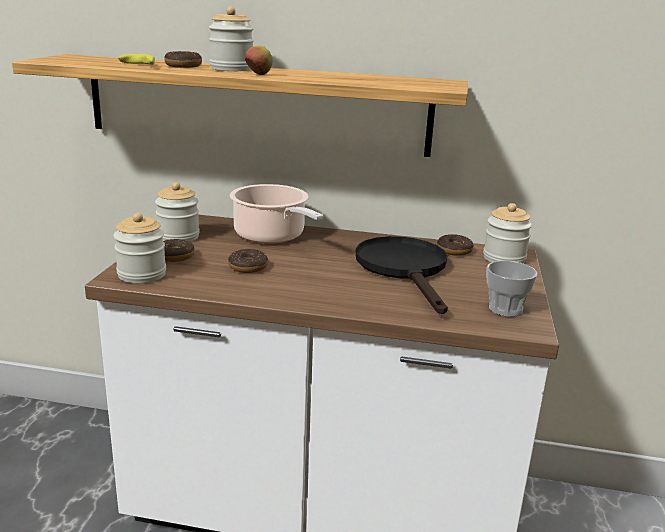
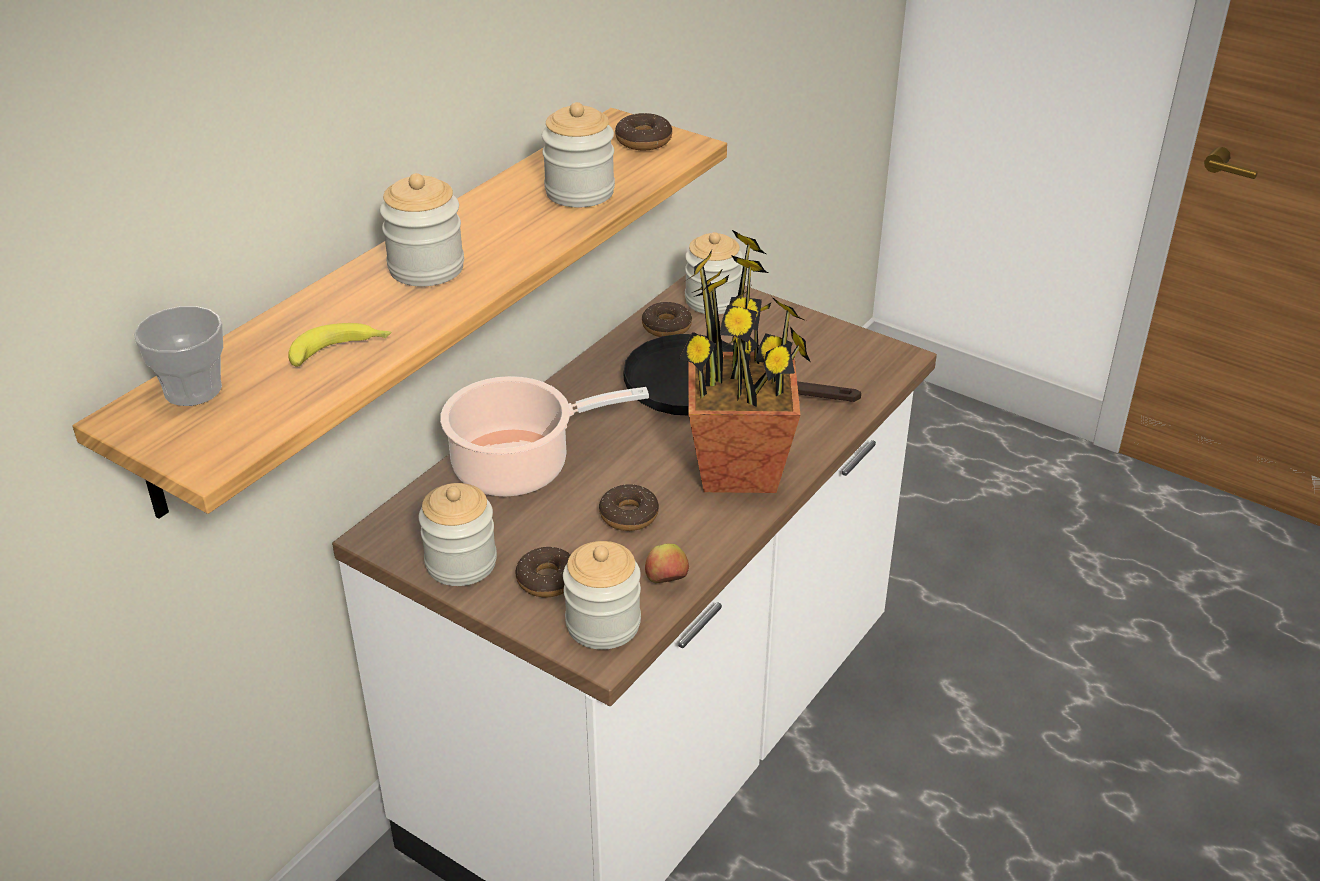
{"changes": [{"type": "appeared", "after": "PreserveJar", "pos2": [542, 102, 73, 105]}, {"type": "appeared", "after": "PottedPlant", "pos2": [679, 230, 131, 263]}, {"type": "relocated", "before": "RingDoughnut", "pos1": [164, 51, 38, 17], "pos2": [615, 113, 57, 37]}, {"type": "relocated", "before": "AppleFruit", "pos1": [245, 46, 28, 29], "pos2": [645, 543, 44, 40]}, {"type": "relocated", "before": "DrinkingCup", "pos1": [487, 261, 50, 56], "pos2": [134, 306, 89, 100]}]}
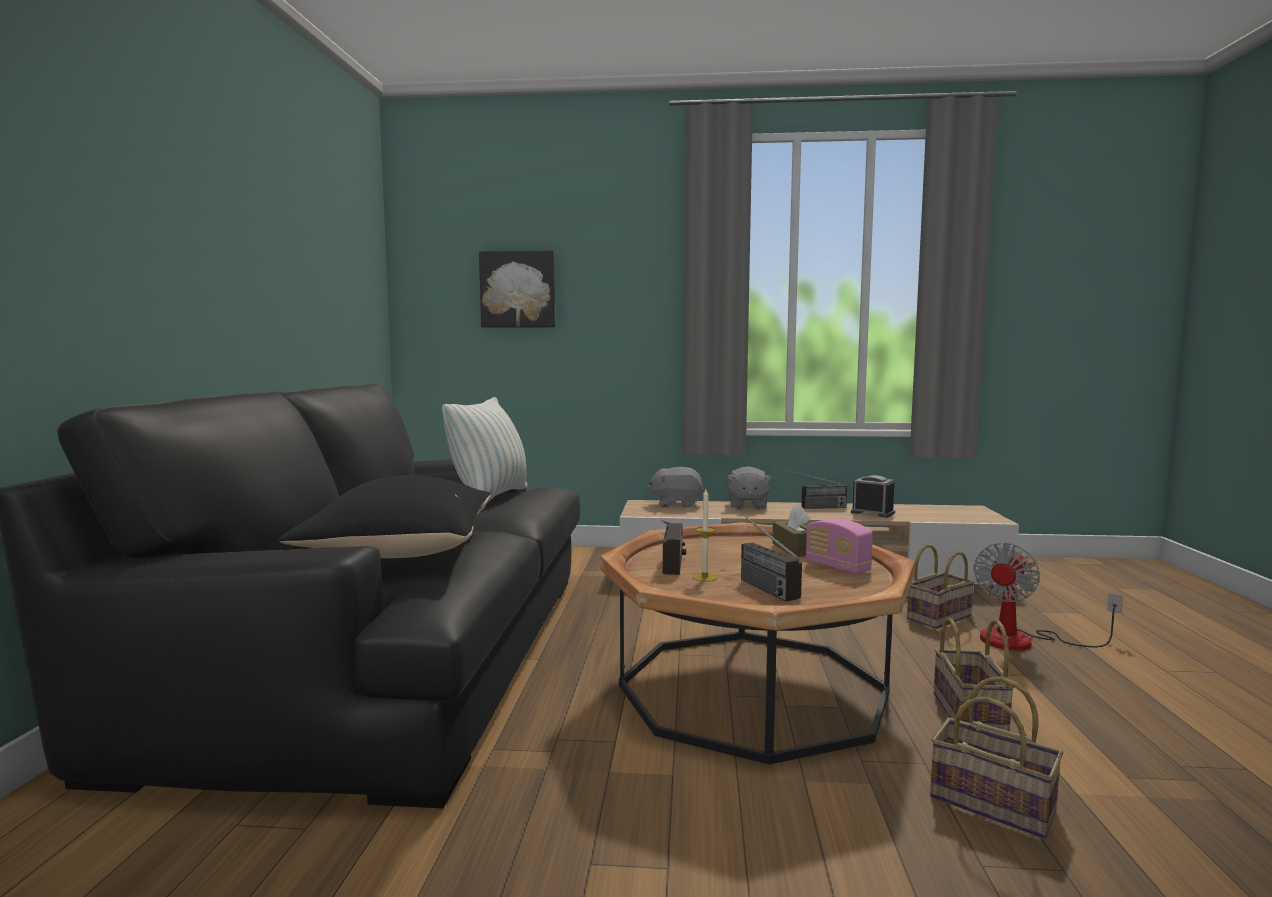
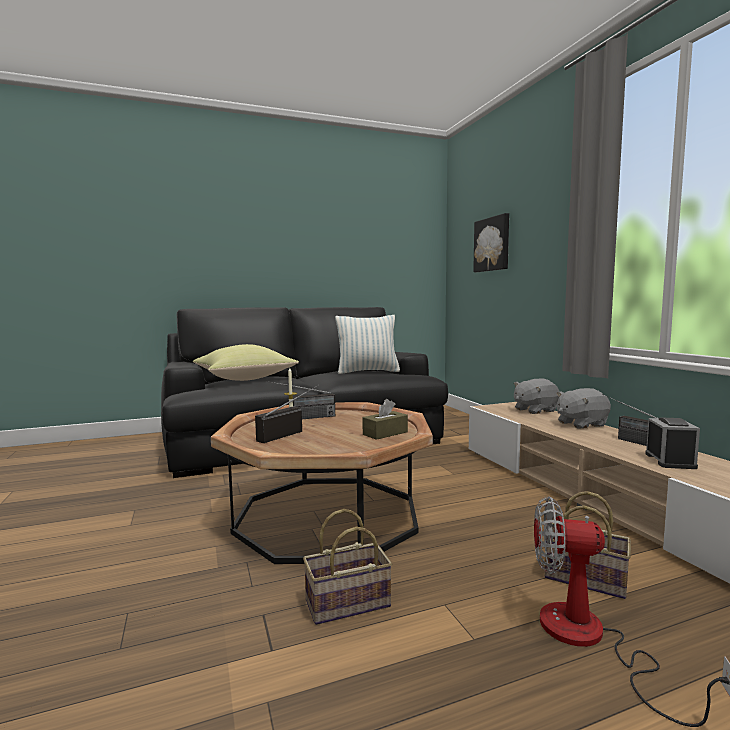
{"changes": [{"type": "missing", "before": "RadioReceiver", "pos1": [806, 518, 67, 56]}, {"type": "missing", "before": "Basket", "pos1": [930, 676, 133, 163]}, {"type": "colour", "before": "BlackColouredThrowPillow", "after": "YellowColouredThrowPillow", "pos1": [279, 475, 212, 83], "pos2": [193, 344, 106, 37]}, {"type": "spun", "before": "GreyishCuddlyToy", "pos1": [646, 467, 58, 41], "pos2": [514, 378, 45, 36], "turn": -90}]}
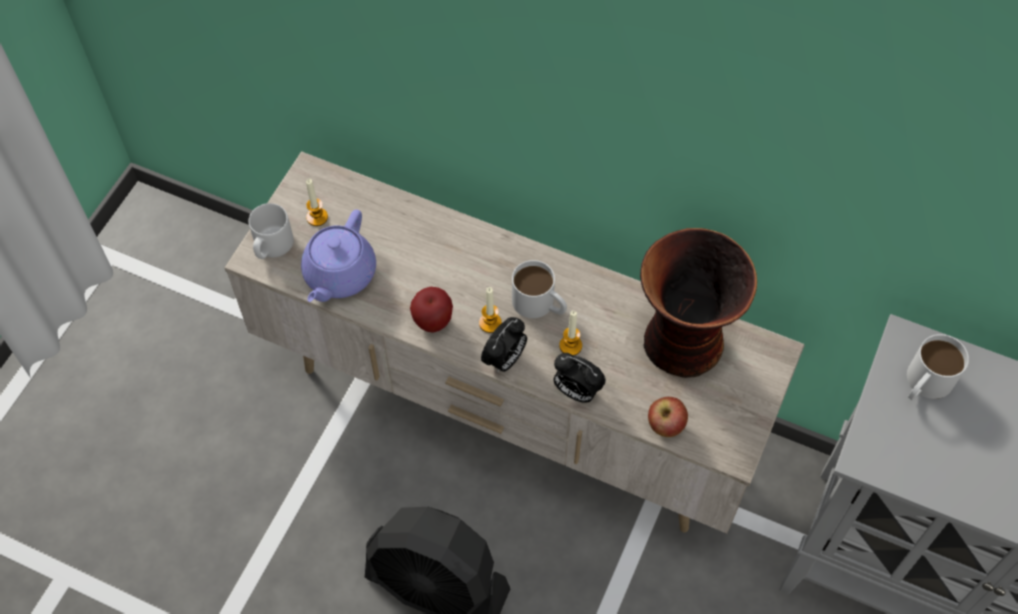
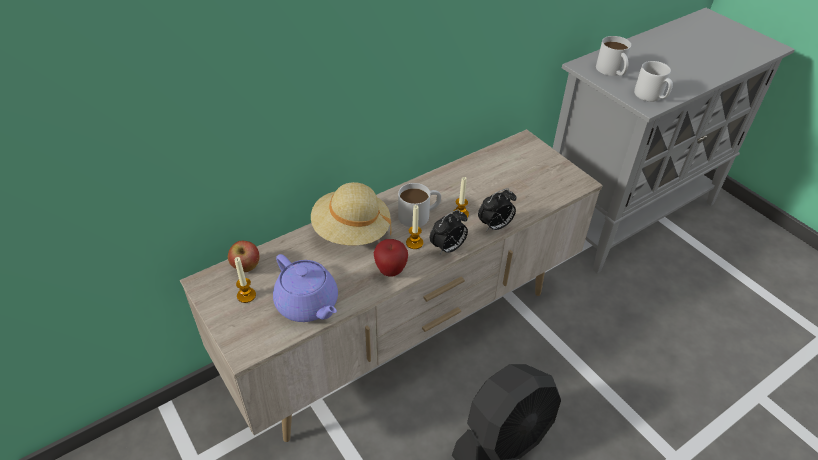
{"changes": [{"type": "missing", "before": "Vase", "pos1": [640, 228, 117, 150]}, {"type": "appeared", "after": "BeigeColouredHat", "pos2": [311, 182, 81, 63]}, {"type": "relocated", "before": "GreyishCoffeeMug", "pos1": [249, 203, 44, 56], "pos2": [634, 61, 39, 41]}, {"type": "relocated", "before": "AppleFruit", "pos1": [648, 397, 40, 40], "pos2": [228, 241, 31, 31]}, {"type": "spun", "before": "BedsideClock", "pos1": [481, 317, 46, 56], "pos2": [430, 210, 38, 44], "turn": 75}]}
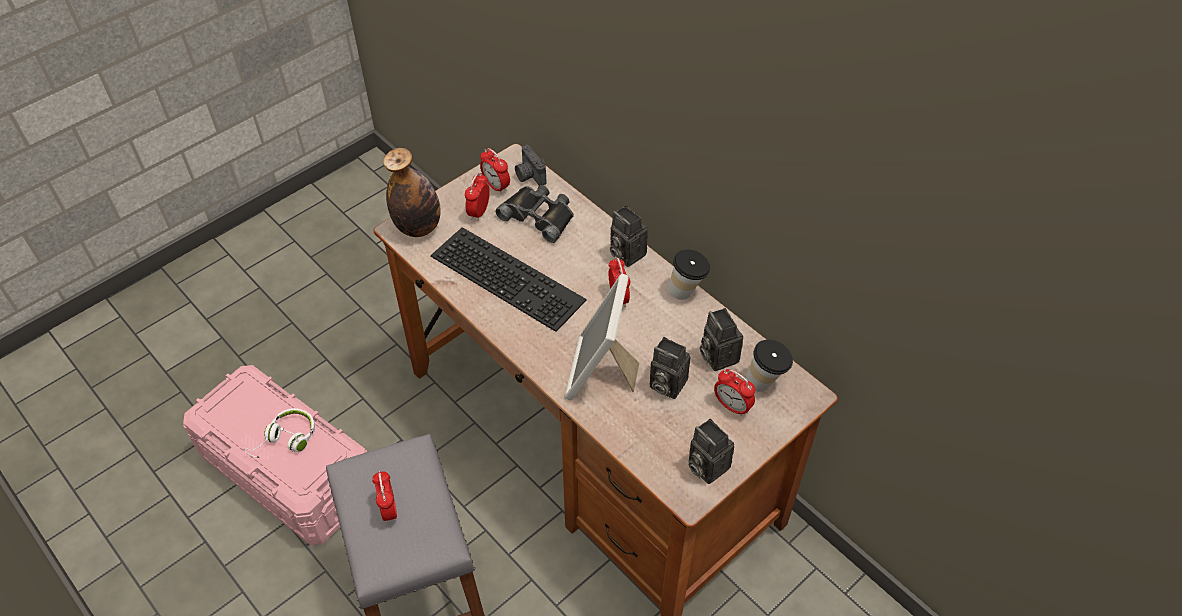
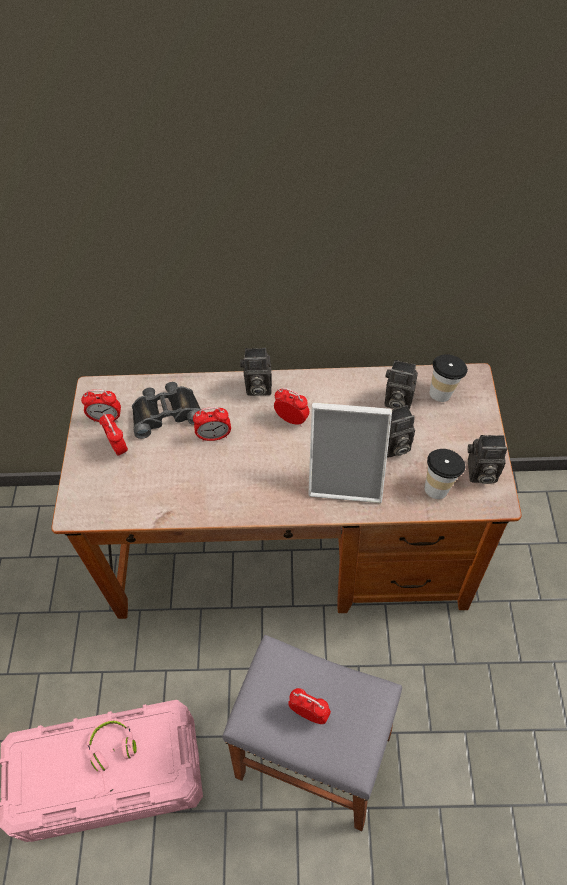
{"changes": [{"type": "missing", "before": "BeverageBottle", "pos1": [383, 148, 58, 89]}, {"type": "missing", "before": "PcKeyboard", "pos1": [431, 227, 155, 105]}, {"type": "missing", "before": "PhotoCamera", "pos1": [515, 145, 31, 40]}, {"type": "relocated", "before": "DrinkingCup", "pos1": [668, 249, 42, 51], "pos2": [425, 449, 40, 50]}, {"type": "relocated", "before": "BedsideClock", "pos1": [714, 369, 41, 47], "pos2": [193, 407, 38, 34]}, {"type": "colour", "before": "WhiteColouredPairOfHeadphones", "after": "PinkPairOfHeadphones", "pos1": [244, 408, 71, 50], "pos2": [87, 719, 50, 79]}, {"type": "spun", "before": "StandingFrame", "pos1": [565, 274, 74, 126], "pos2": [308, 403, 84, 100], "turn": -45}]}
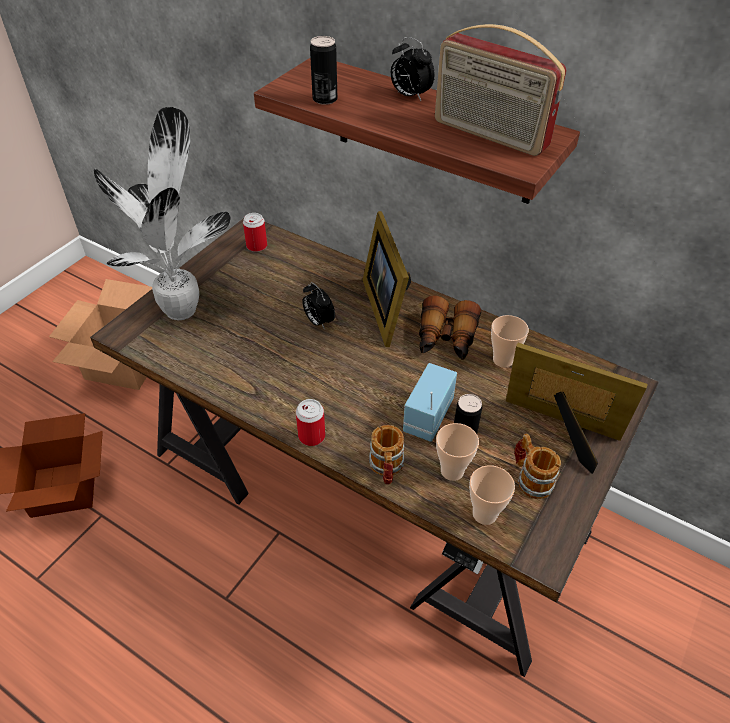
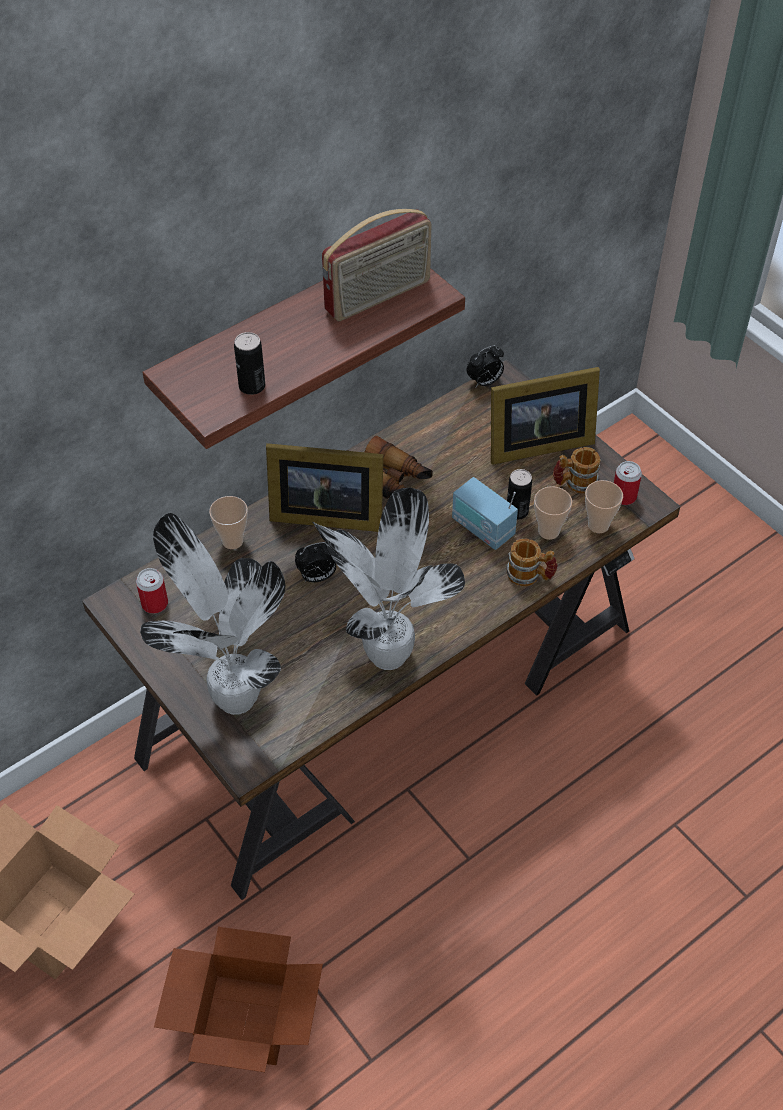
{"changes": [{"type": "appeared", "after": "PottedPlant", "pos2": [313, 488, 152, 182]}, {"type": "relocated", "before": "Can", "pos1": [296, 399, 29, 47], "pos2": [614, 461, 28, 44]}, {"type": "relocated", "before": "BedsideClock", "pos1": [391, 37, 44, 64], "pos2": [467, 345, 37, 43]}, {"type": "relocated", "before": "DrinkingCup", "pos1": [491, 315, 38, 52], "pos2": [209, 496, 39, 53]}, {"type": "spun", "before": "StandingFrame", "pos1": [506, 343, 142, 131], "pos2": [491, 367, 109, 98], "turn": -150}]}
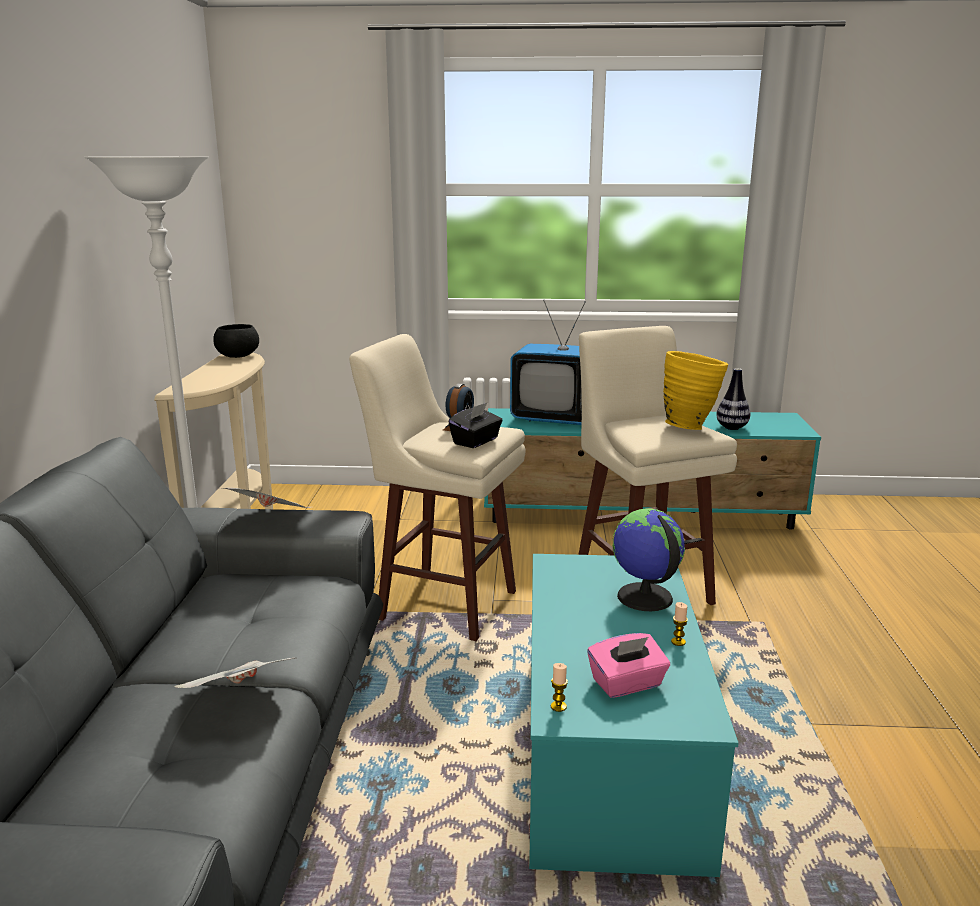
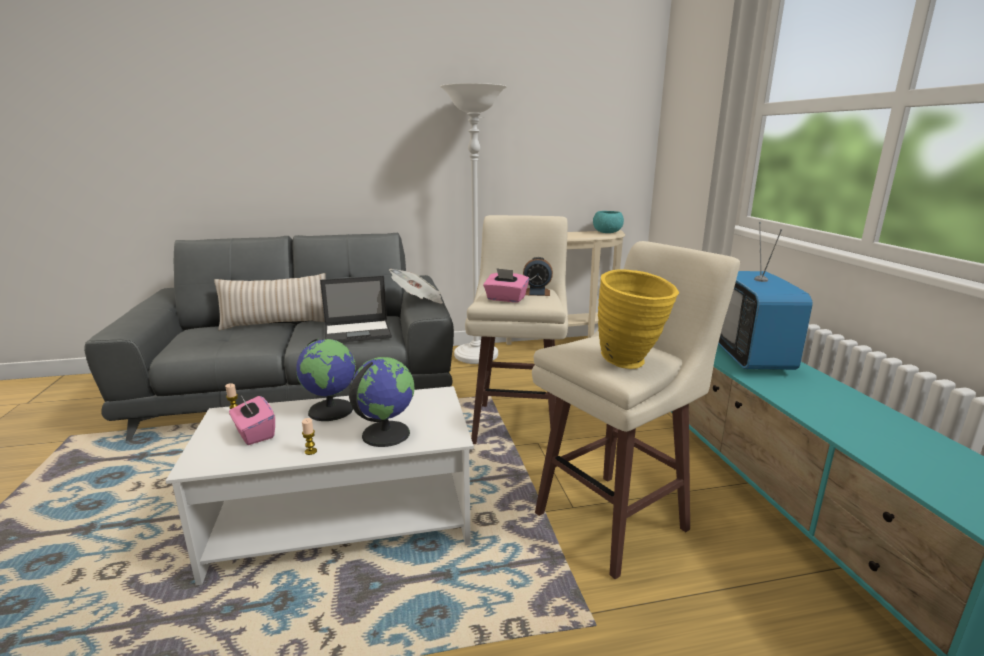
{"changes": [{"type": "missing", "before": "Newspaper", "pos1": [174, 658, 121, 30]}, {"type": "missing", "before": "Vase", "pos1": [716, 368, 34, 62]}, {"type": "appeared", "after": "BeigeColouredThrowPillow", "pos2": [214, 273, 112, 57]}, {"type": "appeared", "after": "Globe", "pos2": [296, 339, 60, 82]}, {"type": "appeared", "after": "PortableComputer", "pos2": [320, 276, 72, 67]}, {"type": "colour", "before": "BlackColouredDeepDish", "after": "TurquoiseColouredDeepDish", "pos1": [213, 324, 46, 34], "pos2": [593, 211, 31, 22]}, {"type": "colour", "before": "BlackColouredBoxOfTissues", "after": "PinkBoxOfTissues", "pos1": [448, 403, 55, 45], "pos2": [483, 268, 46, 35]}, {"type": "colour", "before": "TurquoiseColouredLoungeTable", "after": "WhiteColouredLoungeTable", "pos1": [529, 554, 210, 323], "pos2": [165, 386, 309, 199]}]}
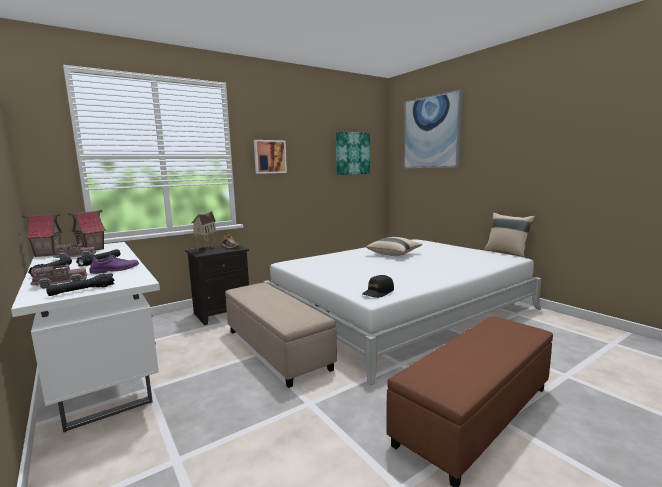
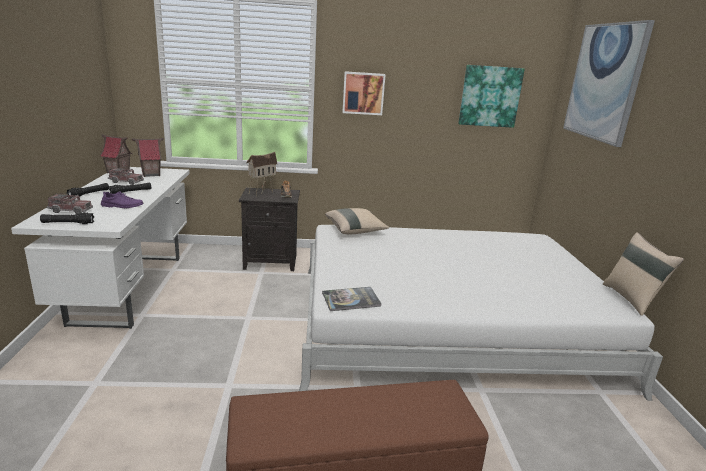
{"changes": [{"type": "missing", "before": "BeigeColouredFootrest", "pos1": [225, 283, 112, 105]}, {"type": "relocated", "before": "BeigeColouredThrowPillow", "pos1": [366, 237, 56, 19], "pos2": [325, 208, 64, 26]}, {"type": "exchanged", "before": "BlackColouredBaseballCap", "after": "Book", "pos1": [362, 275, 32, 23], "pos2": [322, 287, 59, 24]}]}
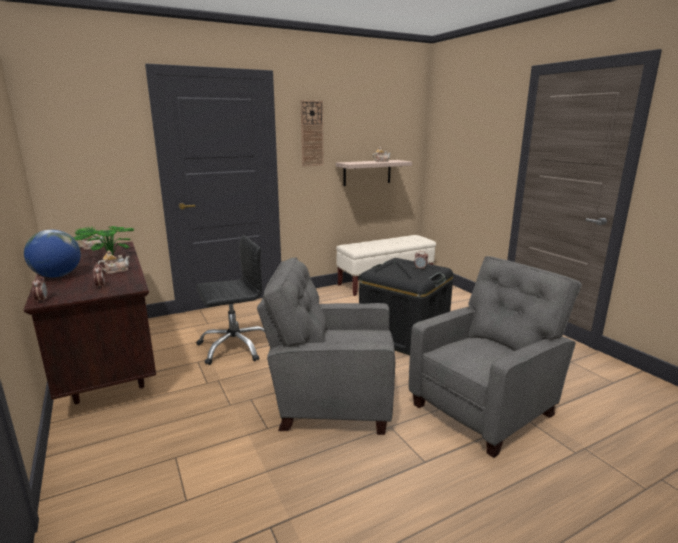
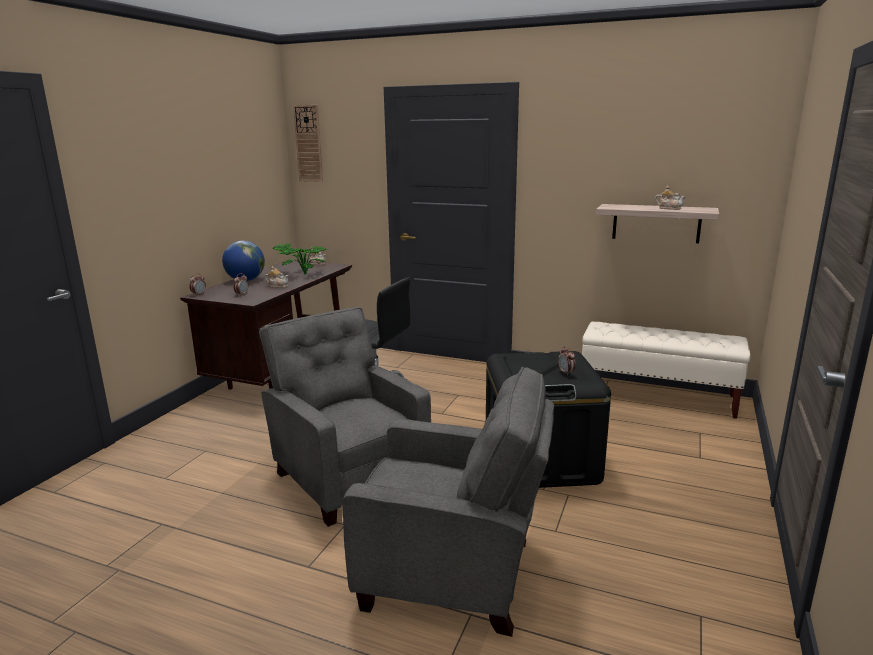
{"changes": [{"type": "relocated", "before": "HangingClock", "pos1": [301, 100, 23, 66], "pos2": [293, 105, 30, 77]}]}
